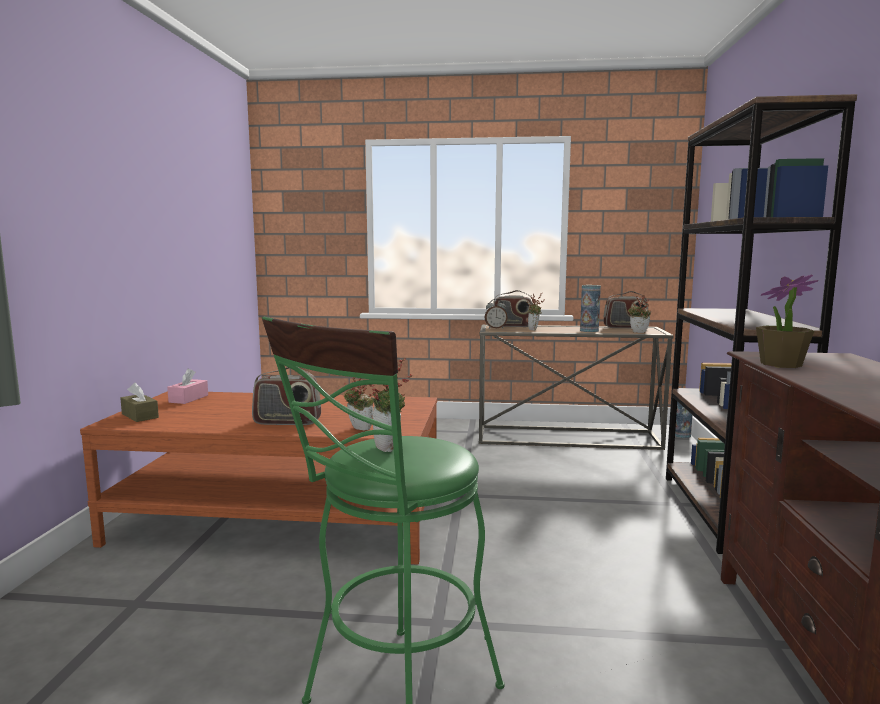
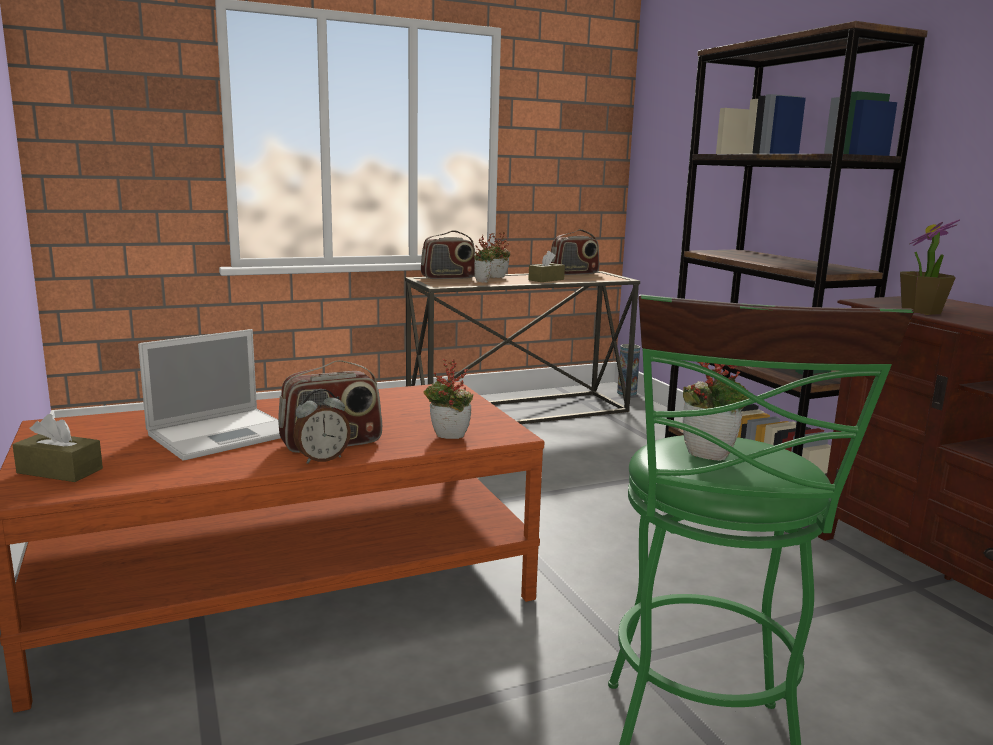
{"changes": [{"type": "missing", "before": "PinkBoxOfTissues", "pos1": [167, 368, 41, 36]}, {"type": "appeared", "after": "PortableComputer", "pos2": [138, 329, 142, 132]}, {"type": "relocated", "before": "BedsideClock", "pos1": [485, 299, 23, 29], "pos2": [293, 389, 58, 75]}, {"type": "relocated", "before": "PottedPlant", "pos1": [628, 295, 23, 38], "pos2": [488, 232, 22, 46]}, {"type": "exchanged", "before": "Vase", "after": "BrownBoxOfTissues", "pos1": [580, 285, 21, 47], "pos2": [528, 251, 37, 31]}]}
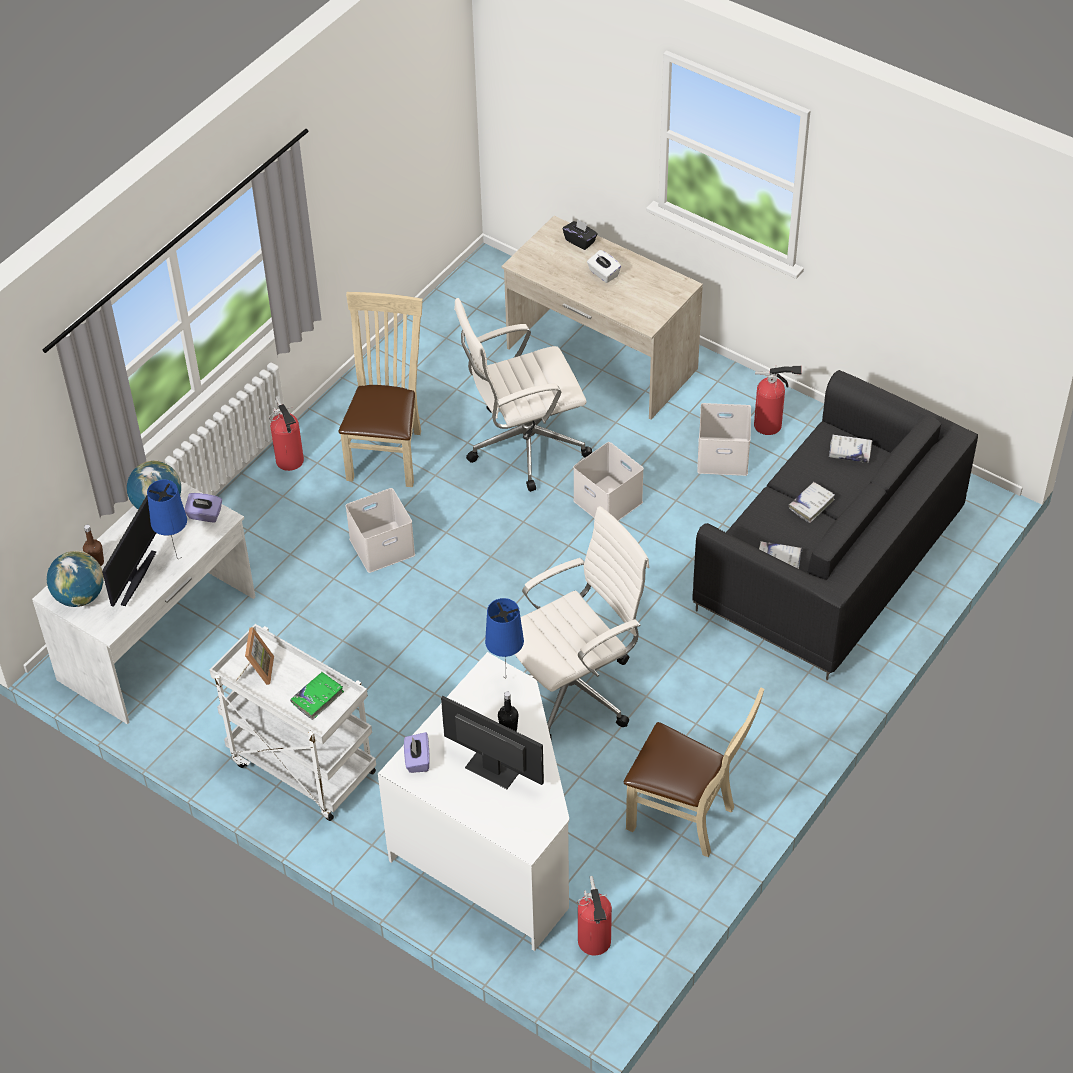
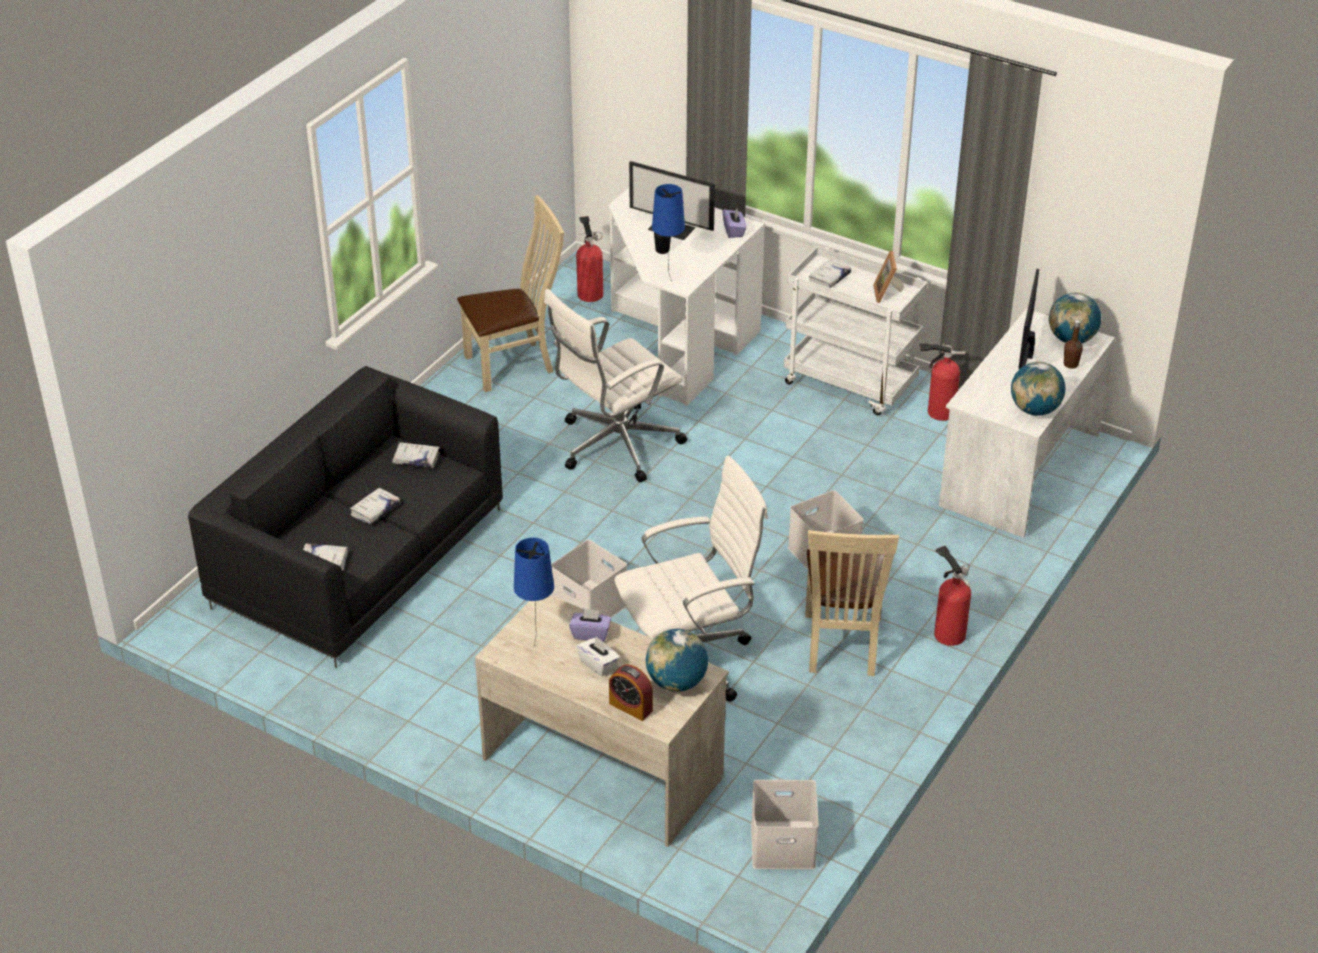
{"changes": [{"type": "appeared", "after": "Globe", "pos2": [646, 629, 62, 63]}, {"type": "relocated", "before": "BlueColouredLampForATable", "pos1": [147, 480, 40, 79], "pos2": [514, 538, 40, 107]}, {"type": "relocated", "before": "PurpleBoxOfTissues", "pos1": [184, 493, 38, 30], "pos2": [569, 608, 42, 34]}, {"type": "relocated", "before": "WhiteColouredStorageBox", "pos1": [697, 403, 54, 73], "pos2": [751, 780, 68, 89]}, {"type": "relocated", "before": "FireFightingCylinder", "pos1": [754, 365, 48, 70], "pos2": [920, 343, 46, 78]}, {"type": "exchanged", "before": "BlackColouredBoxOfTissues", "after": "BedsideClock", "pos1": [563, 219, 35, 31], "pos2": [609, 664, 44, 57]}, {"type": "colour", "before": "GreenishBook", "after": "WhiteColouredBook", "pos1": [290, 672, 54, 48], "pos2": [809, 259, 42, 29]}, {"type": "spun", "before": "BeigeColouredPlainChair", "pos1": [624, 687, 140, 170], "pos2": [457, 195, 107, 197], "turn": 135}]}
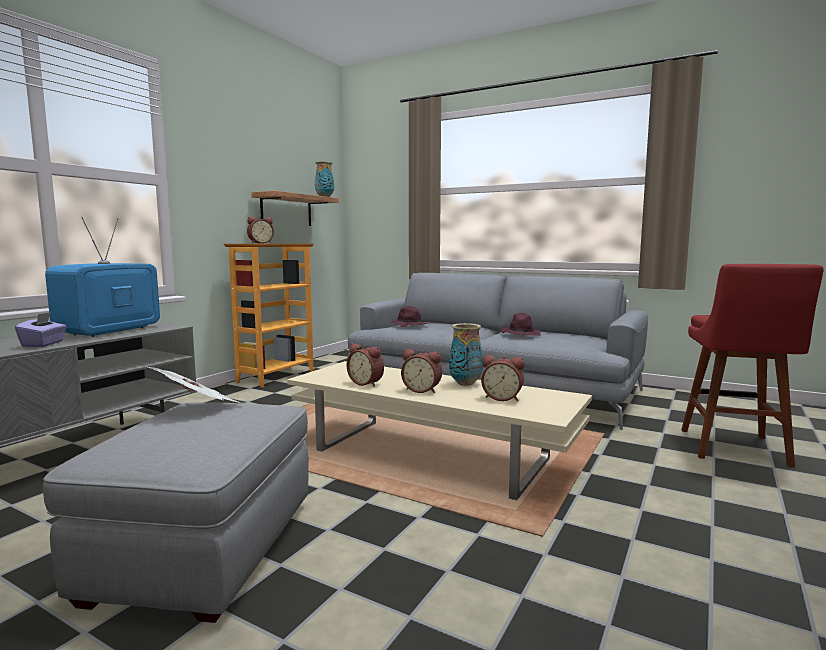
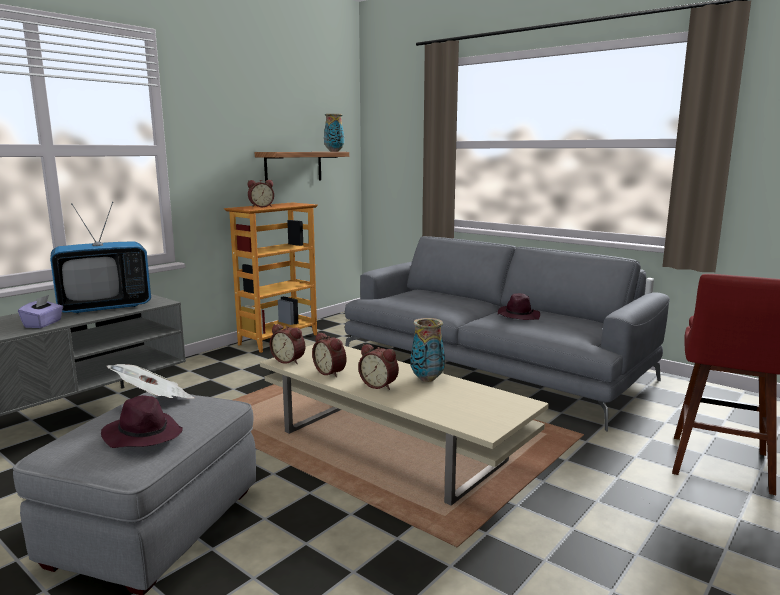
{"changes": [{"type": "relocated", "before": "PurpleHat", "pos1": [391, 306, 38, 21], "pos2": [101, 395, 82, 53]}, {"type": "relocated", "before": "BedsideClock", "pos1": [481, 355, 43, 46], "pos2": [270, 324, 35, 40]}, {"type": "spun", "before": "Tv", "pos1": [45, 217, 115, 120], "pos2": [50, 202, 101, 112], "turn": -150}]}
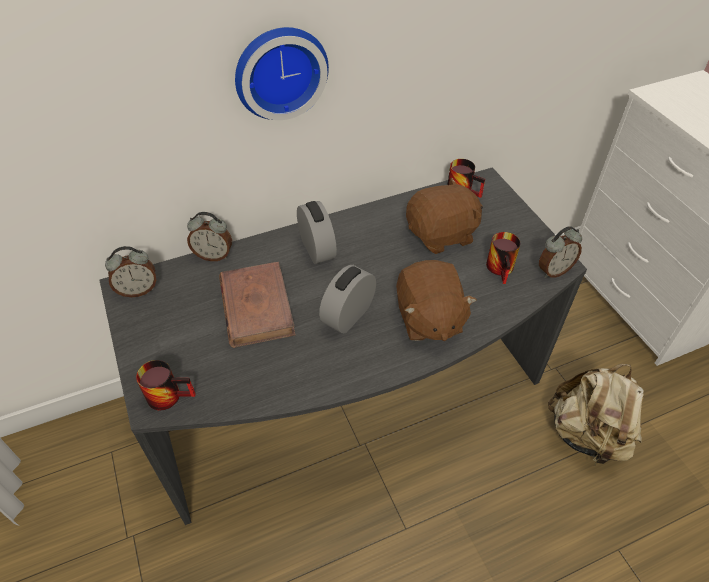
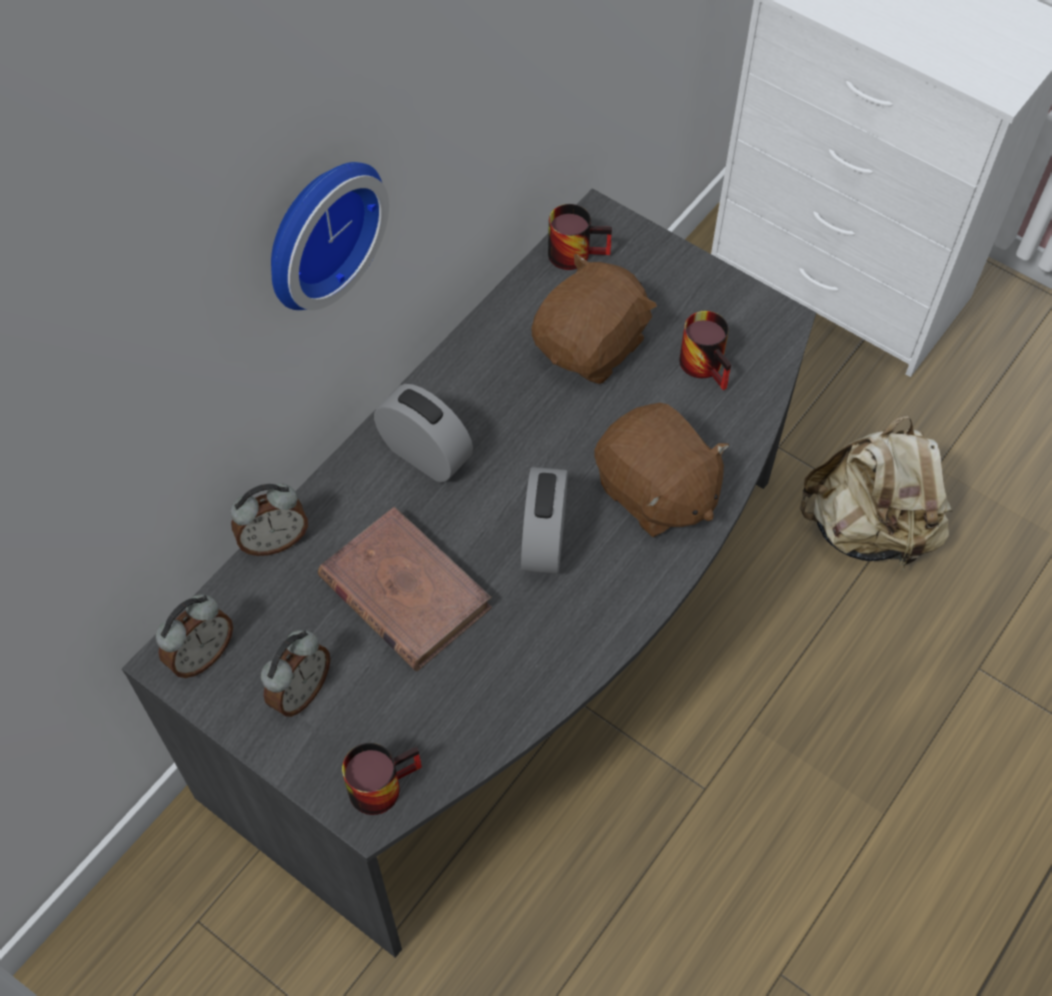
{"changes": [{"type": "relocated", "before": "BedsideClock", "pos1": [539, 226, 43, 52], "pos2": [261, 630, 69, 87]}]}
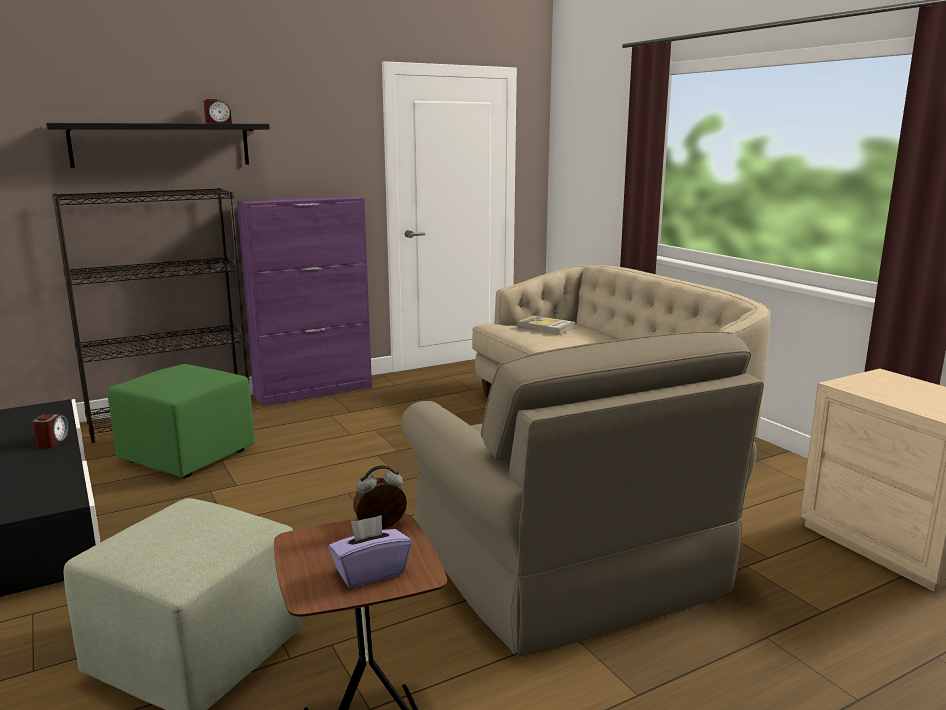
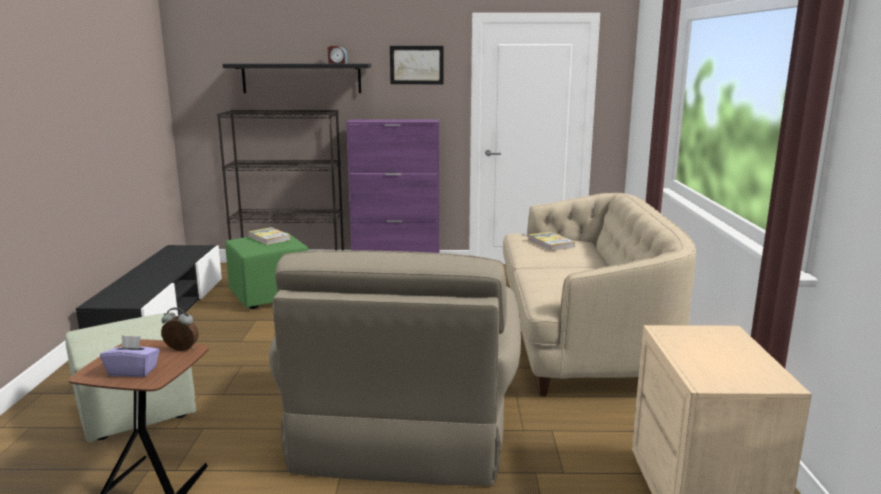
{"changes": [{"type": "missing", "before": "BedsideClock", "pos1": [32, 414, 38, 34]}, {"type": "appeared", "after": "Book", "pos2": [248, 227, 42, 18]}, {"type": "appeared", "after": "WallPicture", "pos2": [390, 46, 53, 38]}]}
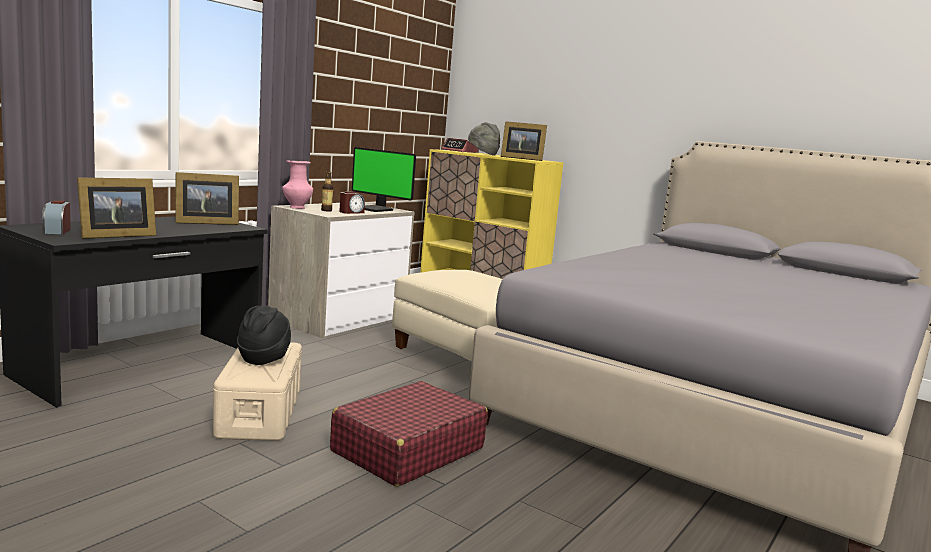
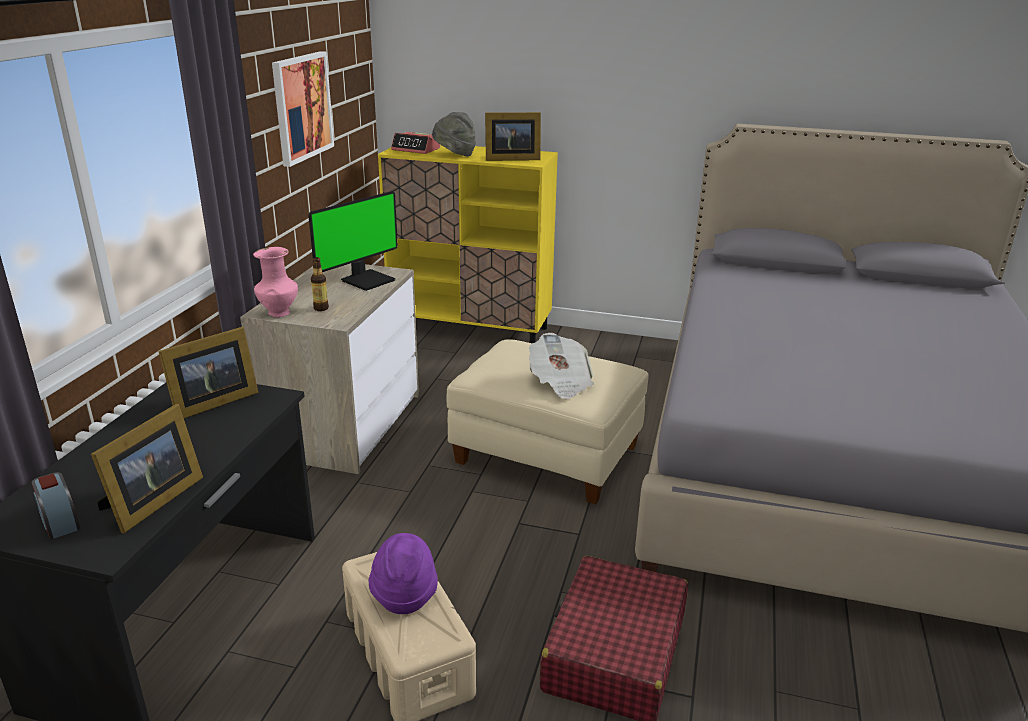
{"changes": [{"type": "missing", "before": "BedsideClock", "pos1": [339, 191, 26, 23]}, {"type": "appeared", "after": "WallPicture", "pos2": [272, 51, 62, 116]}, {"type": "appeared", "after": "Newspaper", "pos2": [529, 333, 65, 66]}, {"type": "colour", "before": "BlackColouredHat", "after": "PurpleHat", "pos1": [237, 305, 54, 60], "pos2": [369, 533, 69, 81]}, {"type": "spun", "before": "Monitor", "pos1": [352, 147, 64, 65], "pos2": [308, 191, 90, 100], "turn": -60}]}
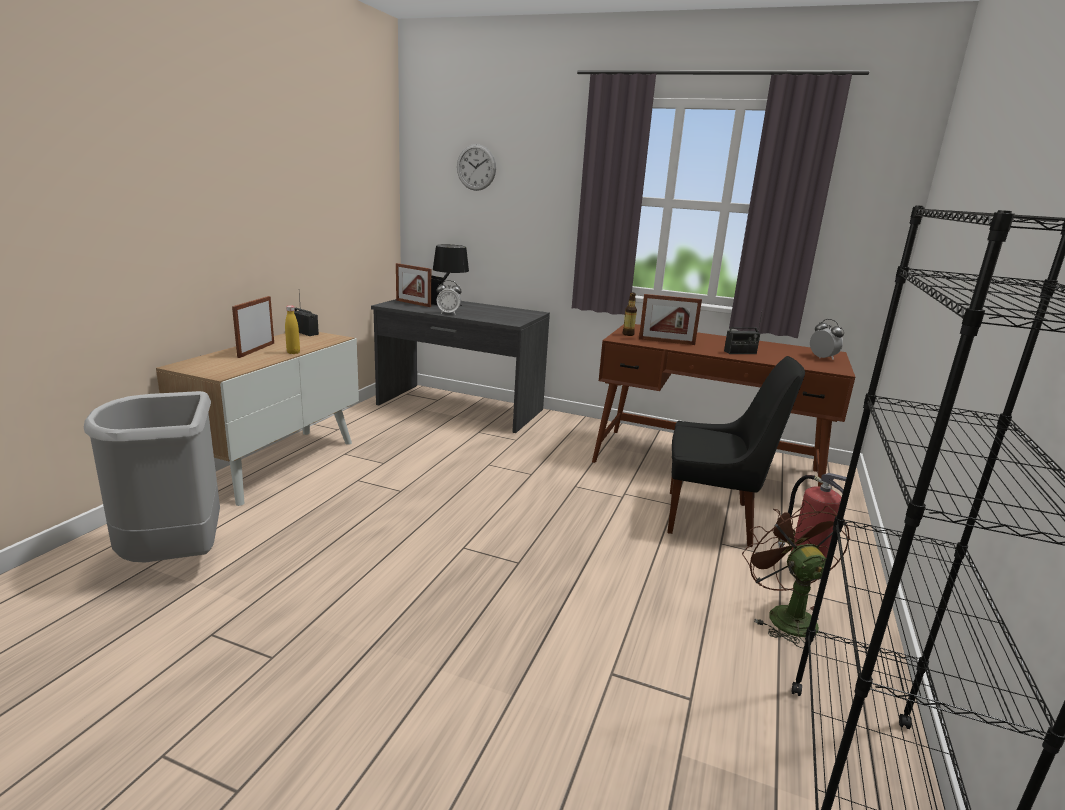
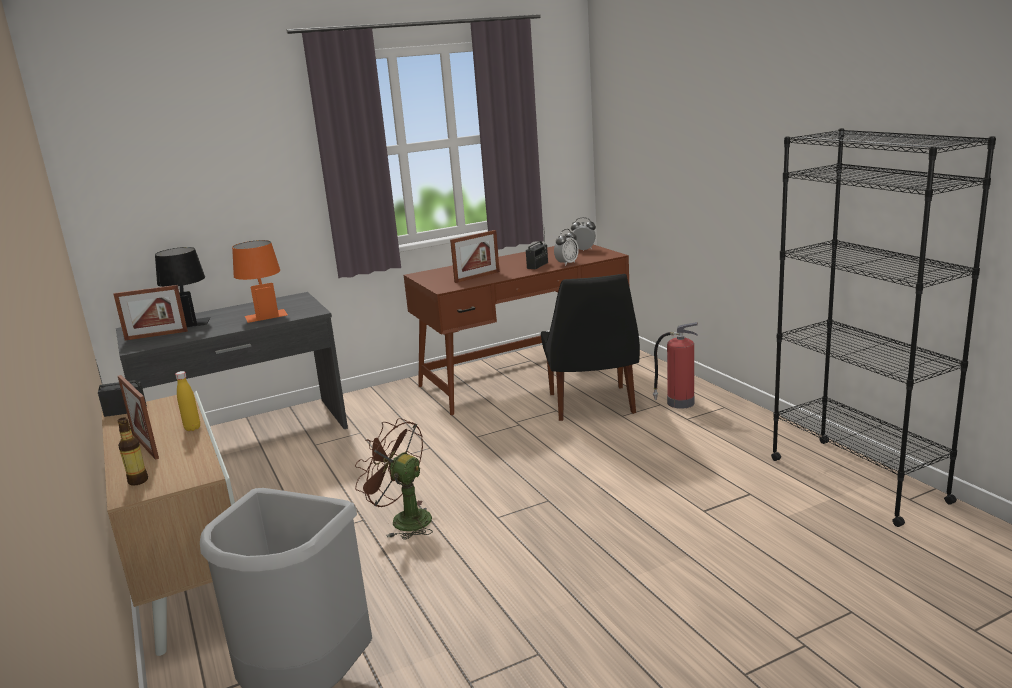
{"changes": [{"type": "missing", "before": "HangingClock", "pos1": [457, 144, 39, 47]}, {"type": "appeared", "after": "OrangeLampForATable", "pos2": [232, 240, 56, 83]}, {"type": "relocated", "before": "BedsideClock", "pos1": [437, 280, 25, 35], "pos2": [554, 229, 25, 37]}, {"type": "relocated", "before": "BeverageBottle", "pos1": [623, 292, 14, 44], "pos2": [118, 417, 30, 69]}, {"type": "relocated", "before": "BrownFan", "pos1": [742, 500, 108, 149], "pos2": [355, 418, 78, 122]}, {"type": "spun", "before": "BlackColouredPlainChair", "pos1": [668, 356, 137, 191], "pos2": [541, 274, 99, 147], "turn": 120}]}
